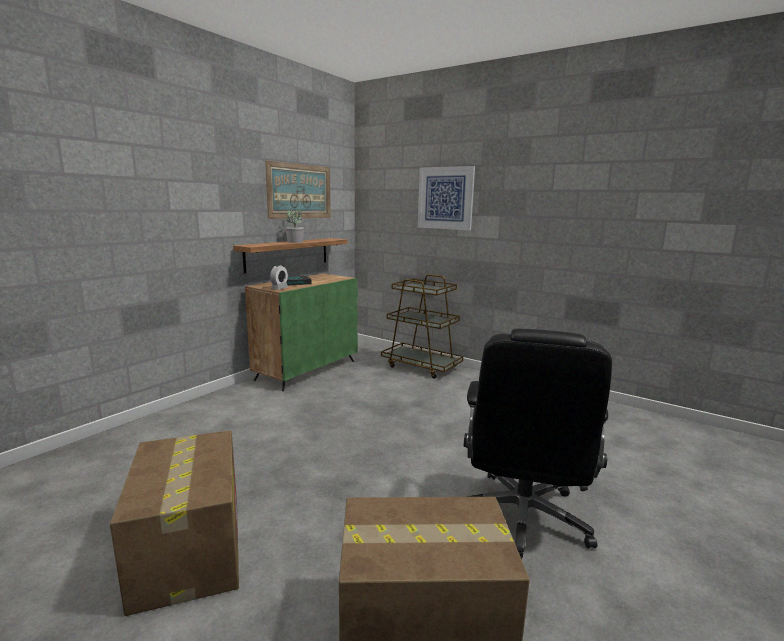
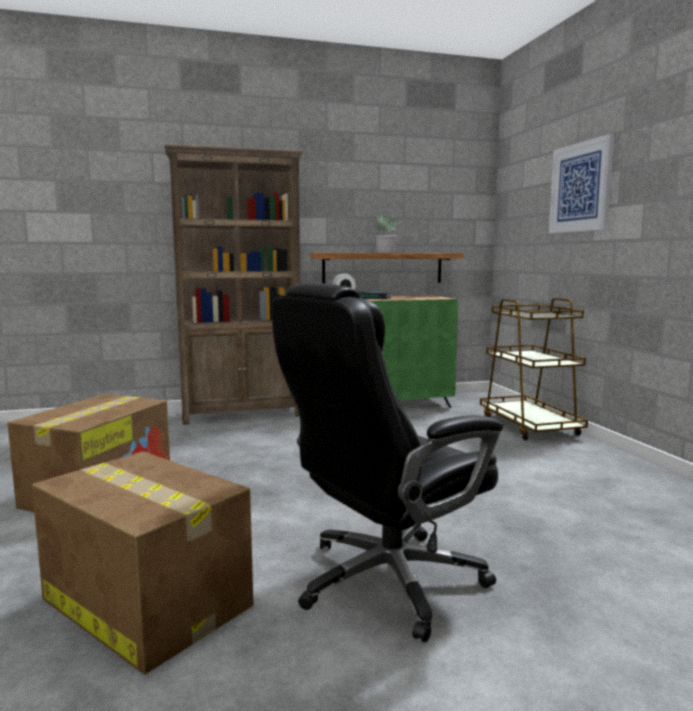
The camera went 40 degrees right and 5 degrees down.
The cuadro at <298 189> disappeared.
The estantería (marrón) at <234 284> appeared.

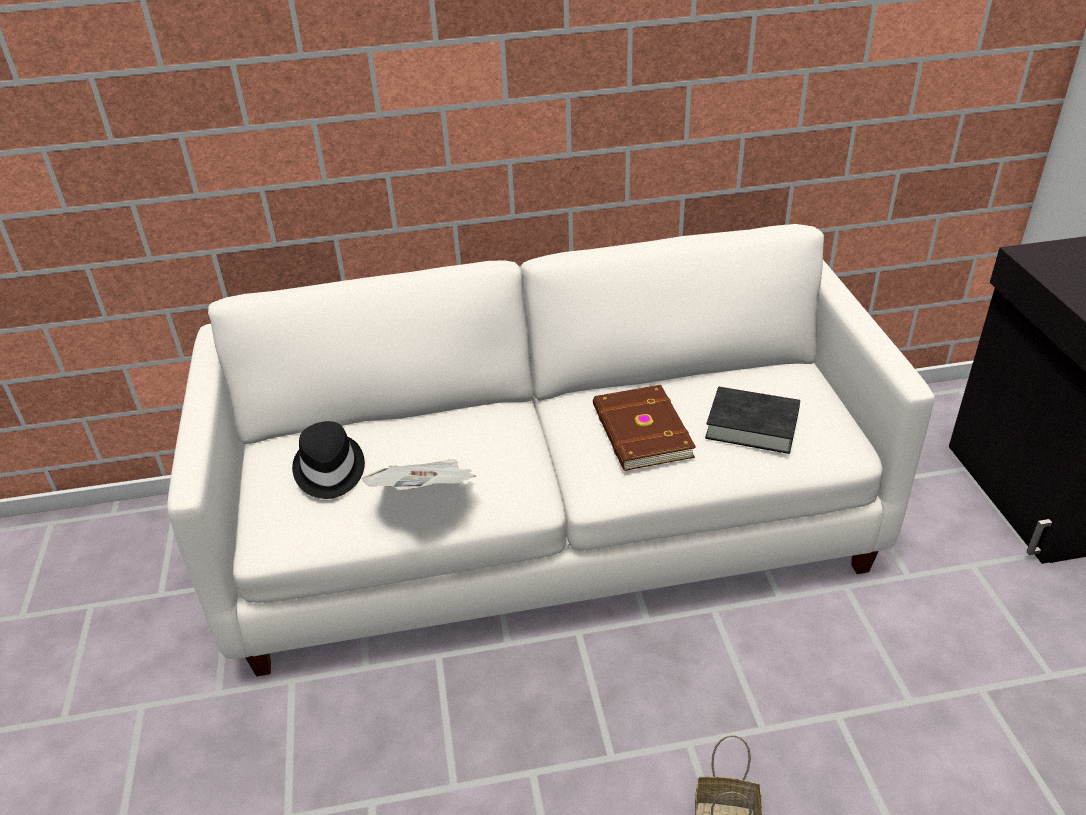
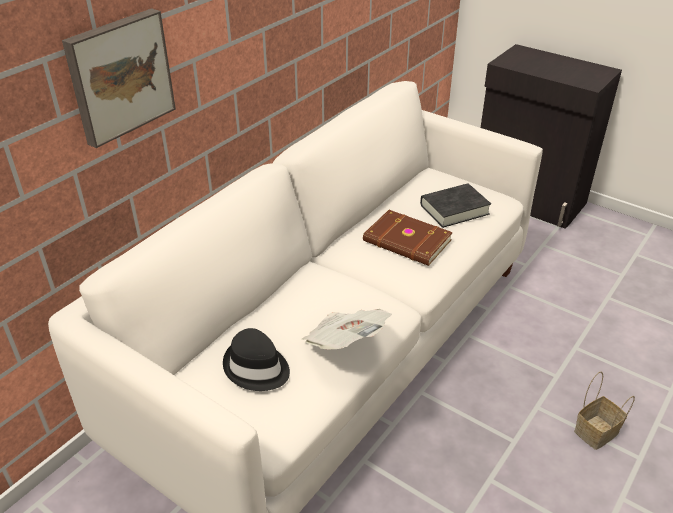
The camera went 45 degrees left and 0 degrees up.
The cuadro at <119 78> appeared.

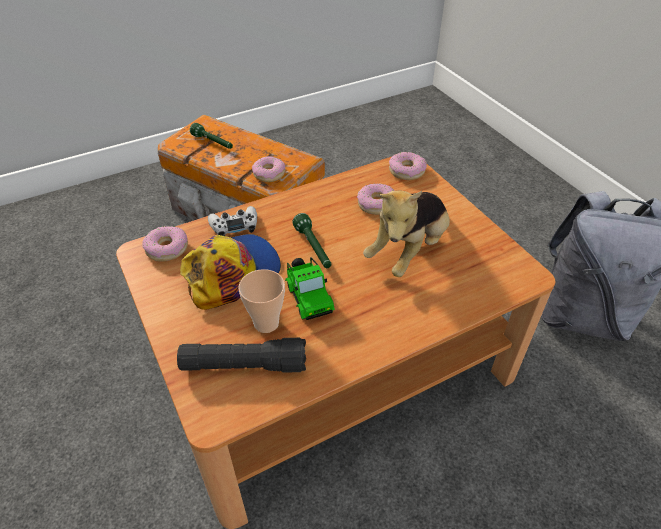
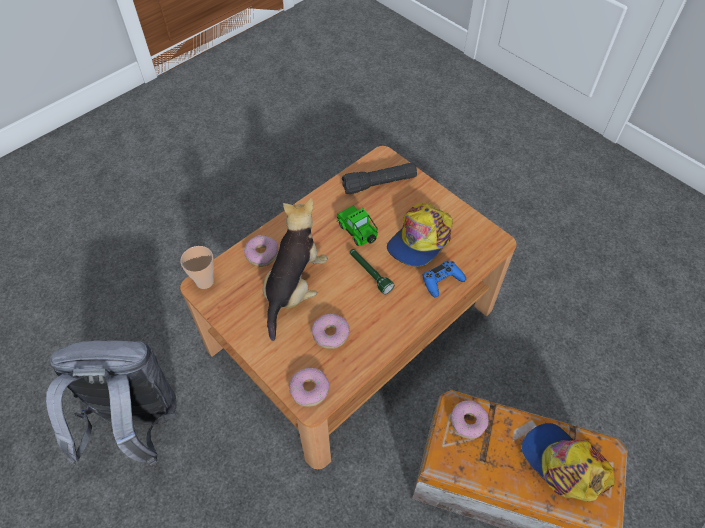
The camera went 165 degrees right and 10 degrees up.
The rosquilla moved from <165 244> to <261 251>.
The linterna (verde) at <211 136> was replaced by the gorra at <568 462>.
The mando de consola (blanco) at <232 221> became the mando de consola (azul) at <444 279>.
The taza moved from <261 301> to <197 267>.

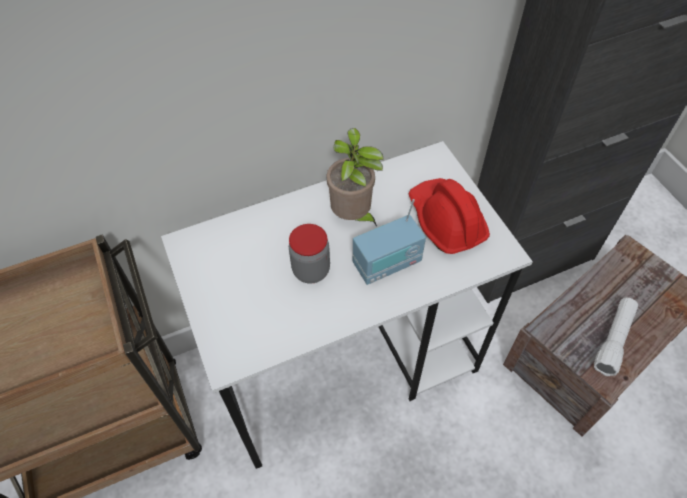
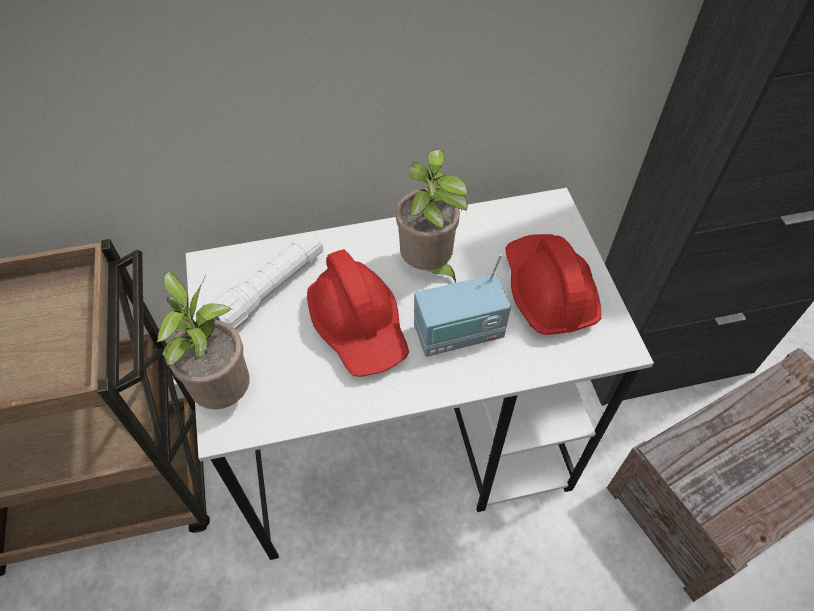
The camera went 10 degrees right and 0 degrees up.
The tarro at <309 254> was replaced by the casco (rojo) at <358 313>.
The linterna (blanco) moved from <616 337> to <266 281>.
The planta en maceta at <203 340> appeared.

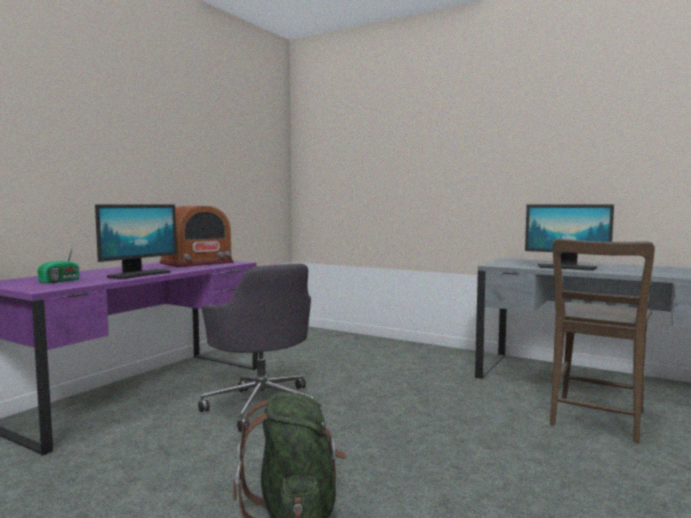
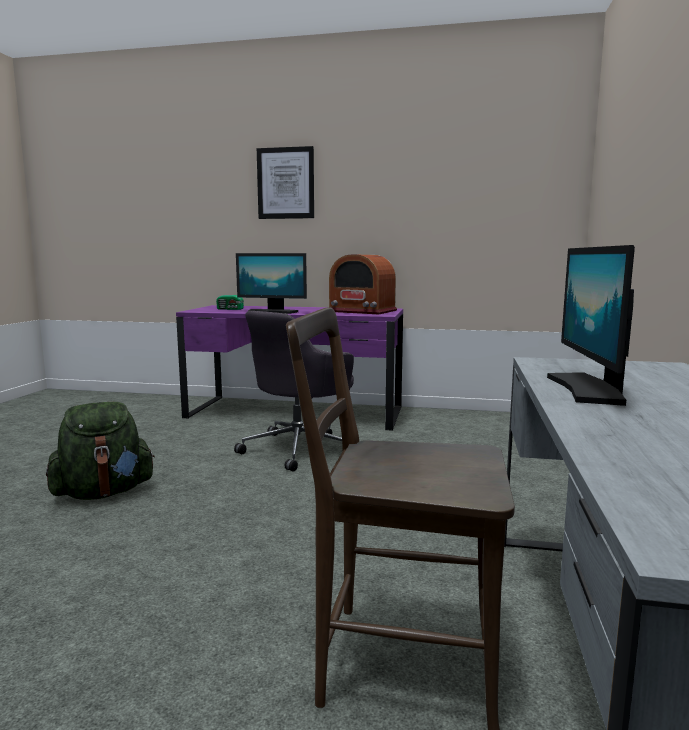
The camera went 70 degrees right and 5 degrees up.
The cuadro at <285 182> appeared.

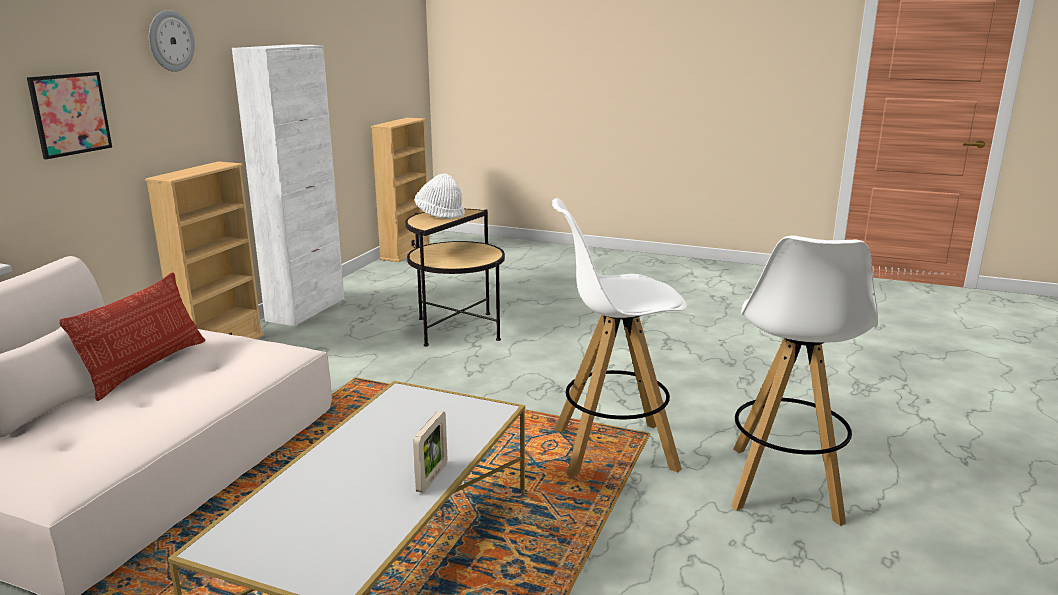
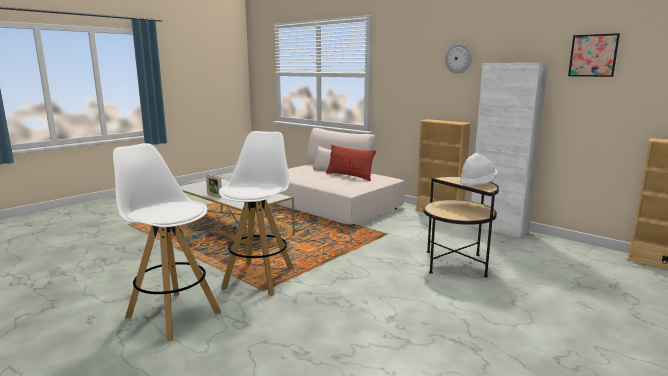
The camera went 110 degrees right and 5 degrees down.
The cuadro moved from <69 115> to <594 55>.

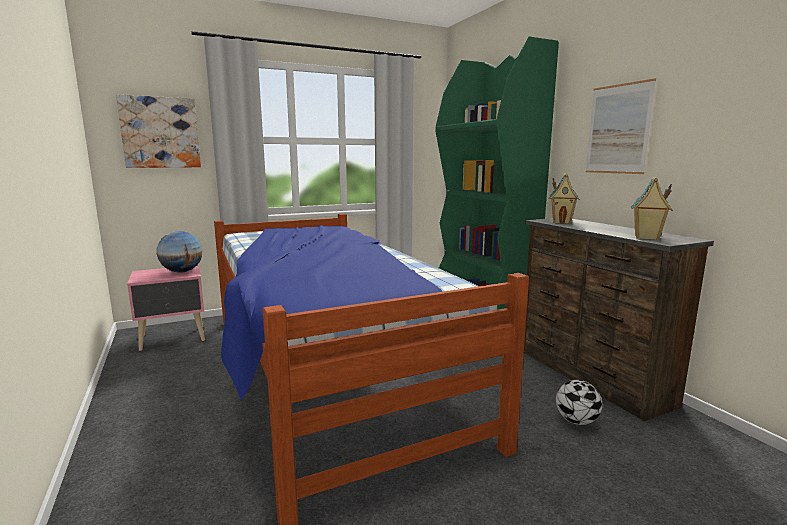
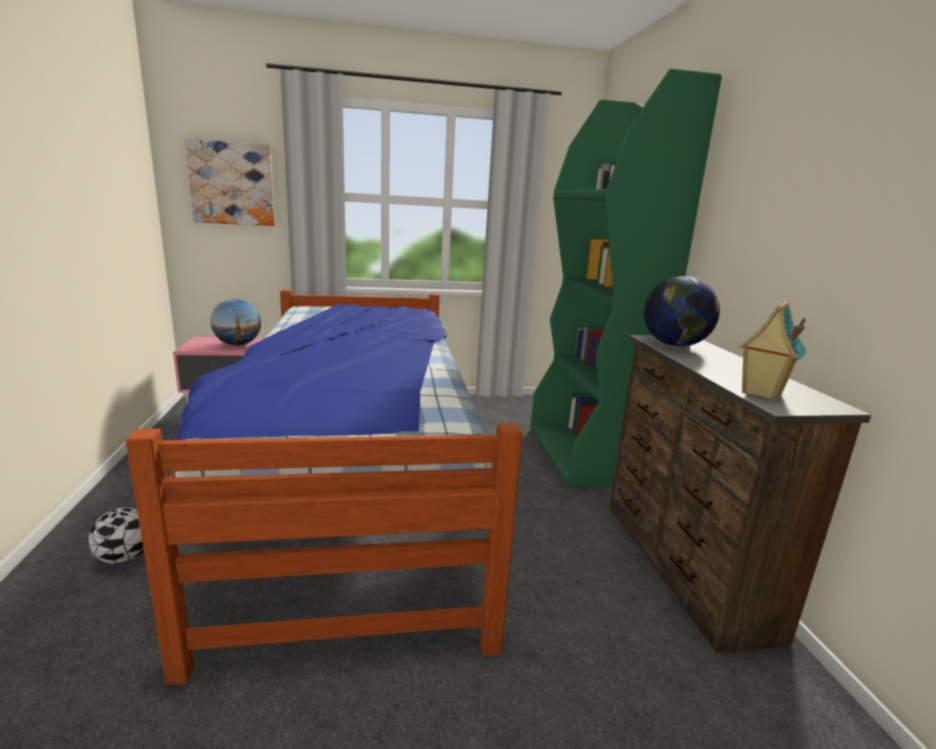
The camera went 15 degrees right and 5 degrees up.
The casita at <564 198> was replaced by the globo terráqueo at <682 311>.
The balón de fútbol moved from <579 402> to <116 535>.
The cuadro at <620 126> disappeared.

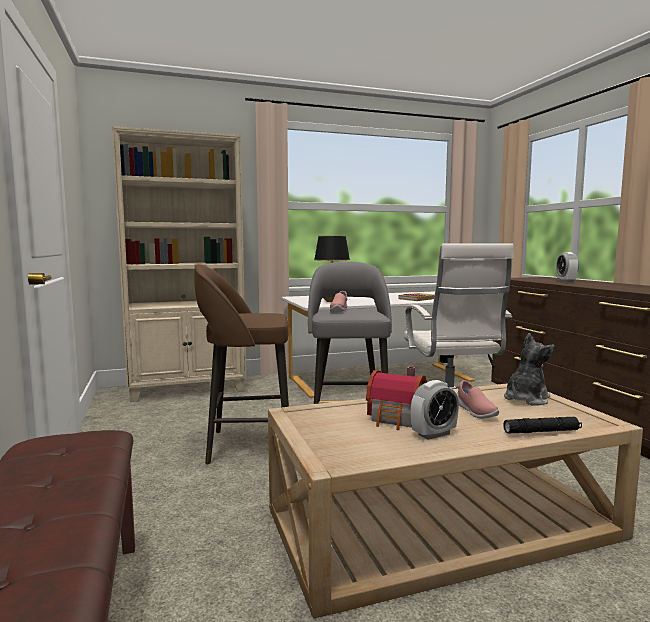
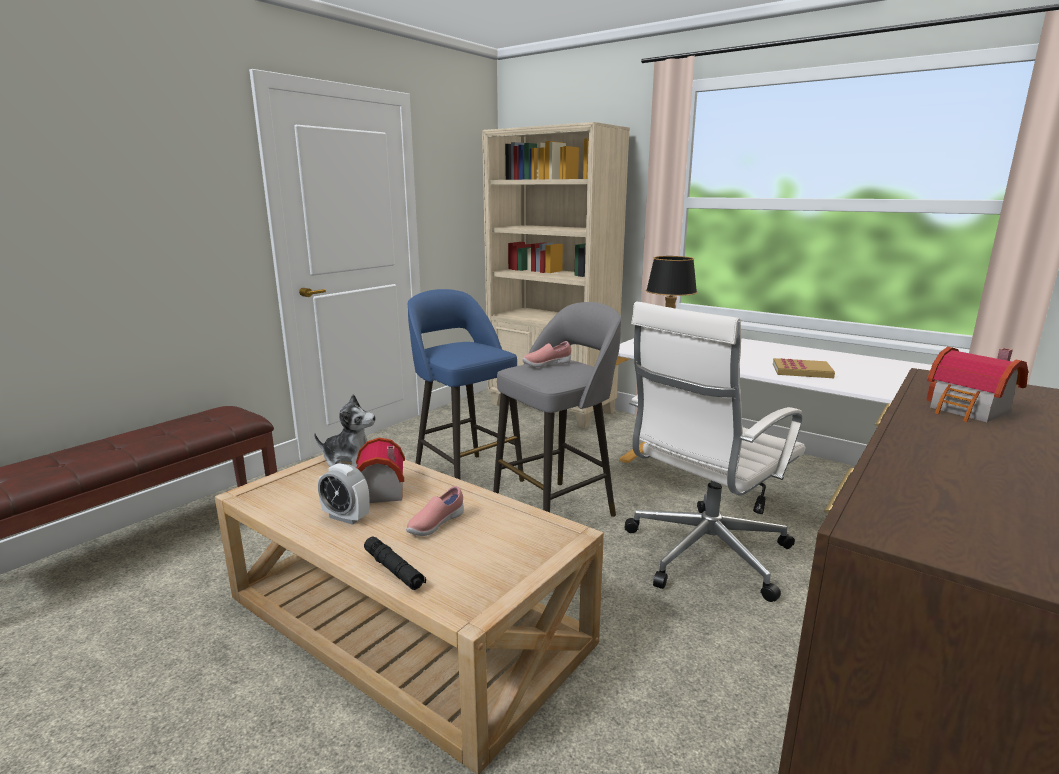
The camera went 55 degrees right and 10 degrees up.
The taburete (marrón) at <241 364> became the taburete (azul) at <466 385>.
The peluche moved from <529 369> to <345 431>.
The despertador at <567 267> was replaced by the casita at <977 384>.

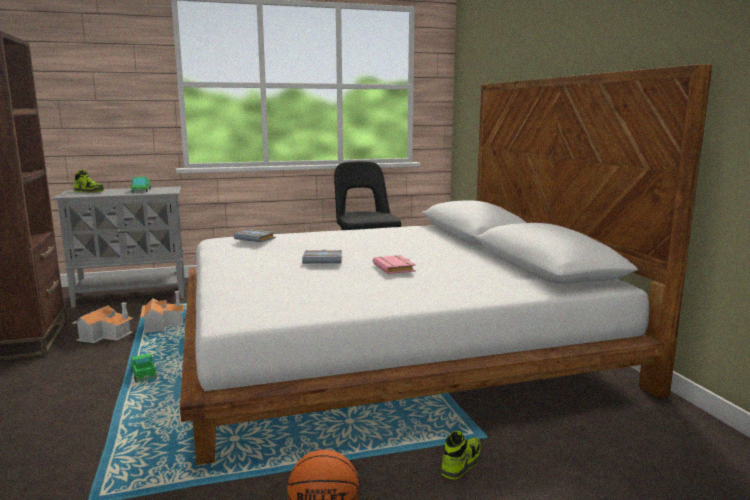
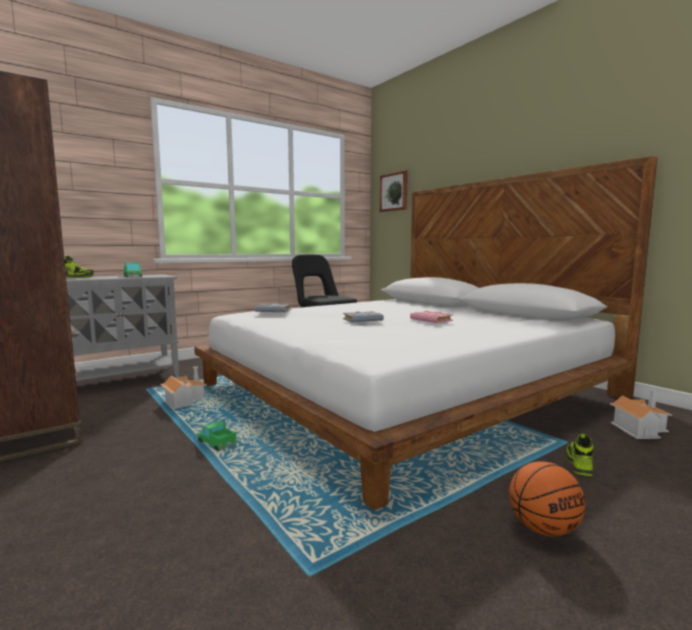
The camera went 20 degrees left and 5 degrees down.
The casita moved from <103 322> to <641 414>.
The cuadro at <394 191> appeared.

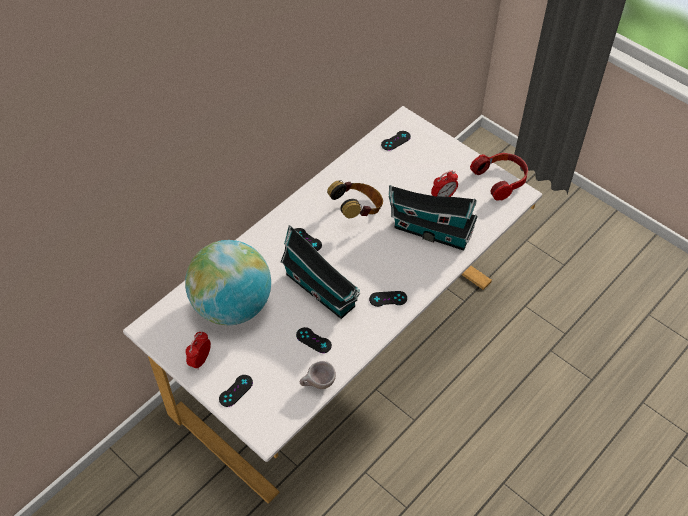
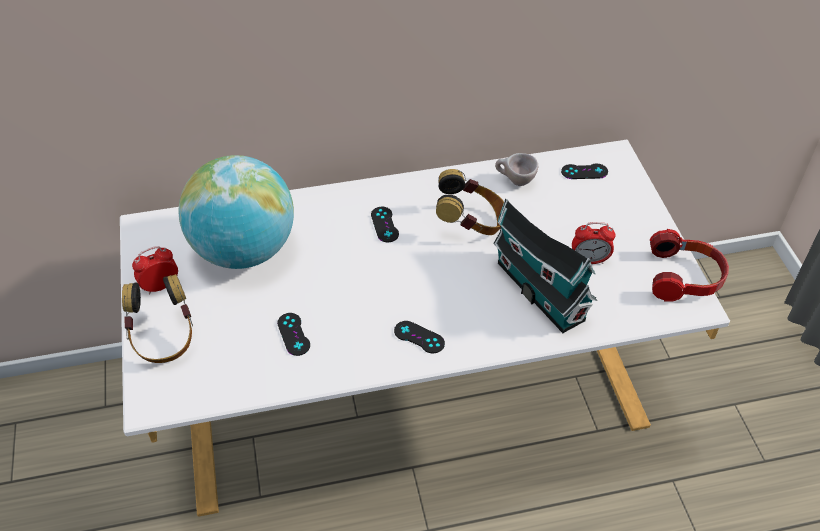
The camera went 35 degrees right and 5 degrees down.
The mando de consola (negro) at <236 391> was replaced by the auriculares at <157 318>.
The casita at <320 272> disappeared.
The taza (beis) moved from <318 375> to <516 169>.

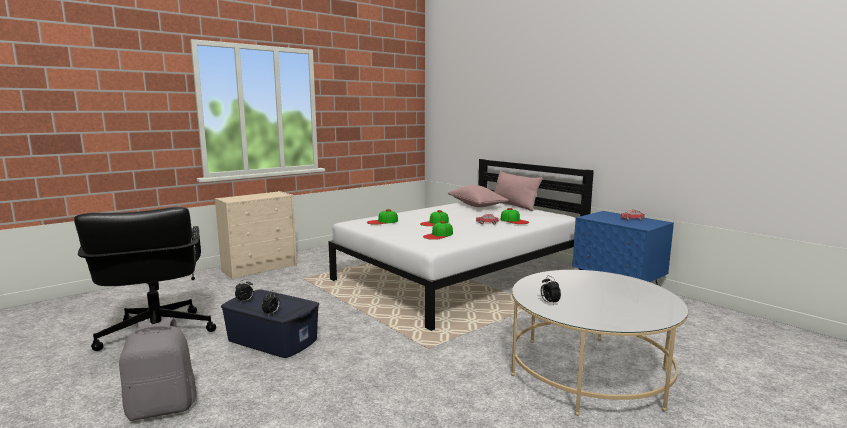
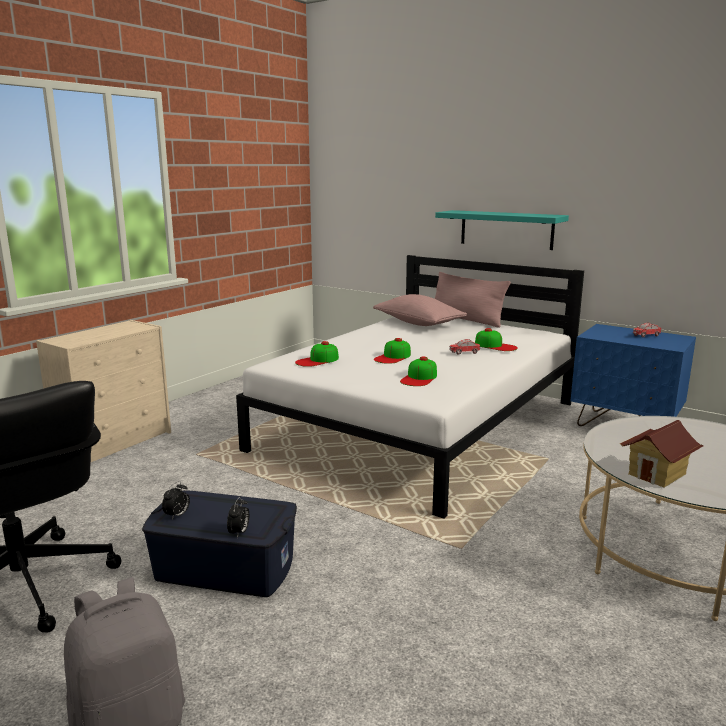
The camera went 15 degrees left and 5 degrees up.
The despertador at <551 291> was replaced by the casita at <662 454>.
The estante (turquesa) at <502 230> appeared.

